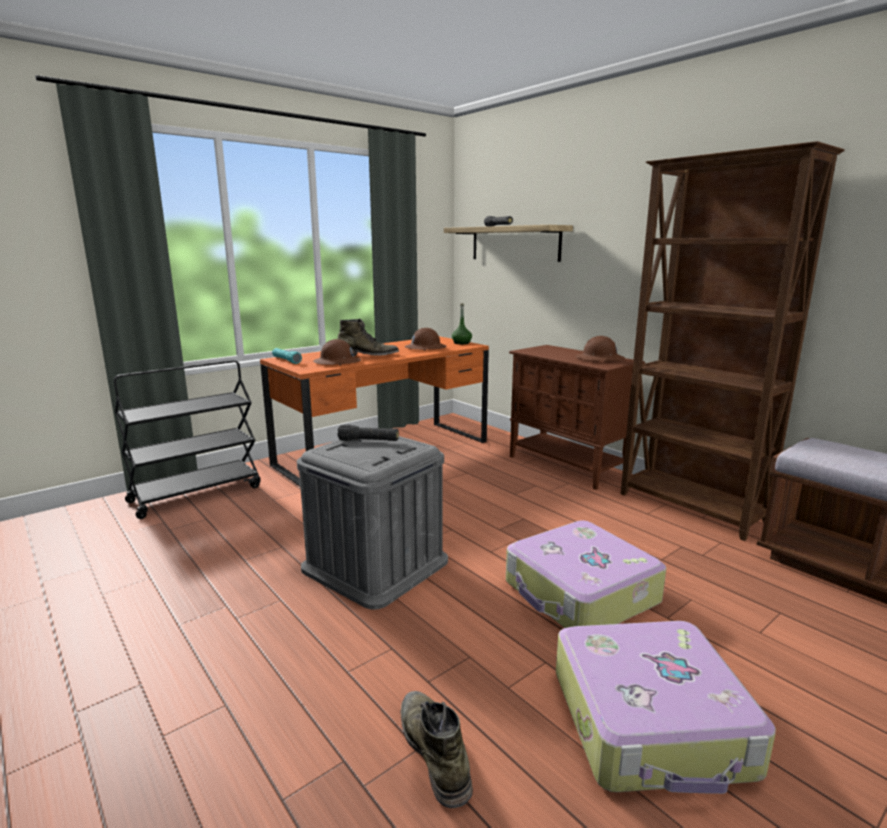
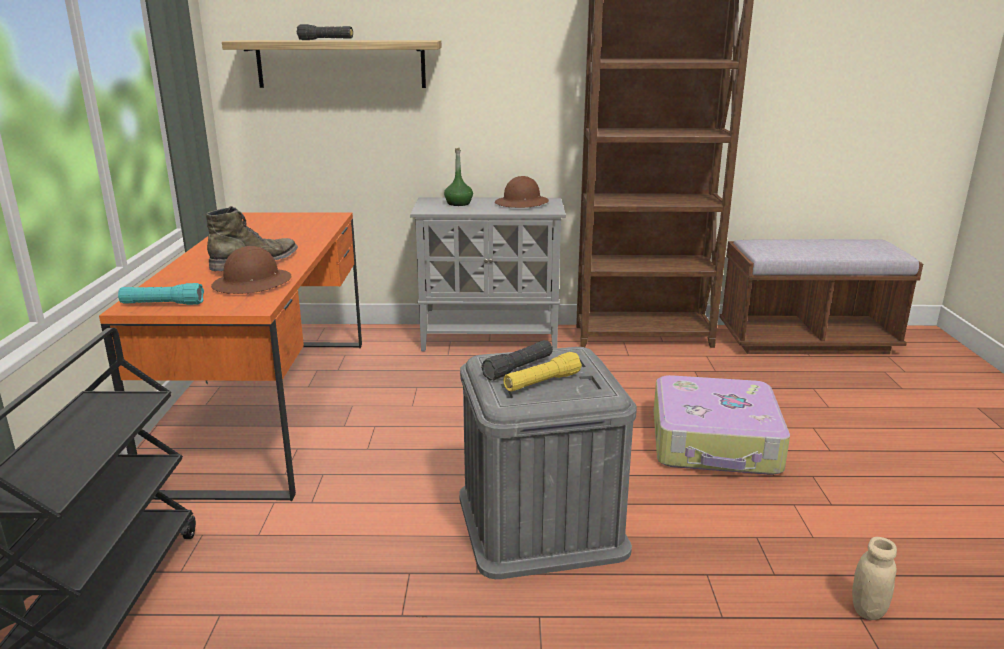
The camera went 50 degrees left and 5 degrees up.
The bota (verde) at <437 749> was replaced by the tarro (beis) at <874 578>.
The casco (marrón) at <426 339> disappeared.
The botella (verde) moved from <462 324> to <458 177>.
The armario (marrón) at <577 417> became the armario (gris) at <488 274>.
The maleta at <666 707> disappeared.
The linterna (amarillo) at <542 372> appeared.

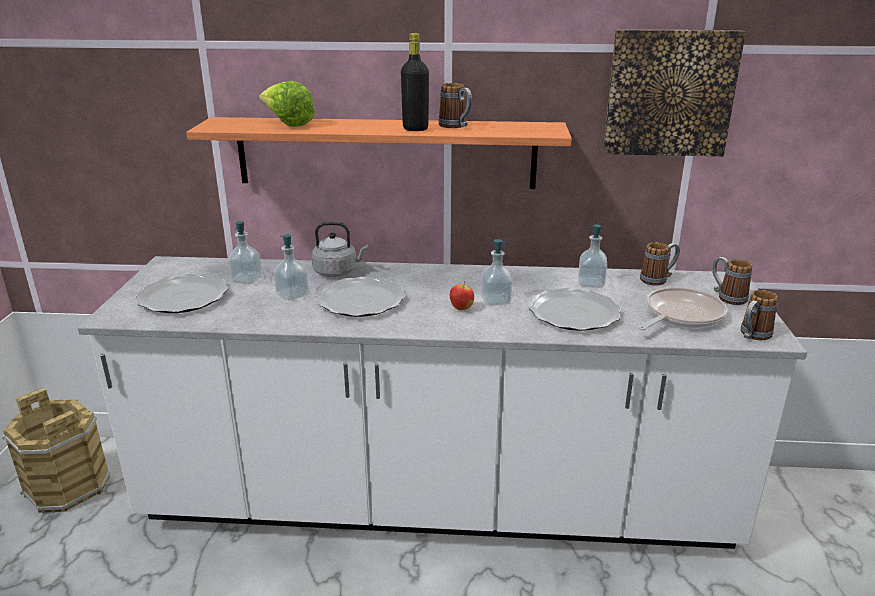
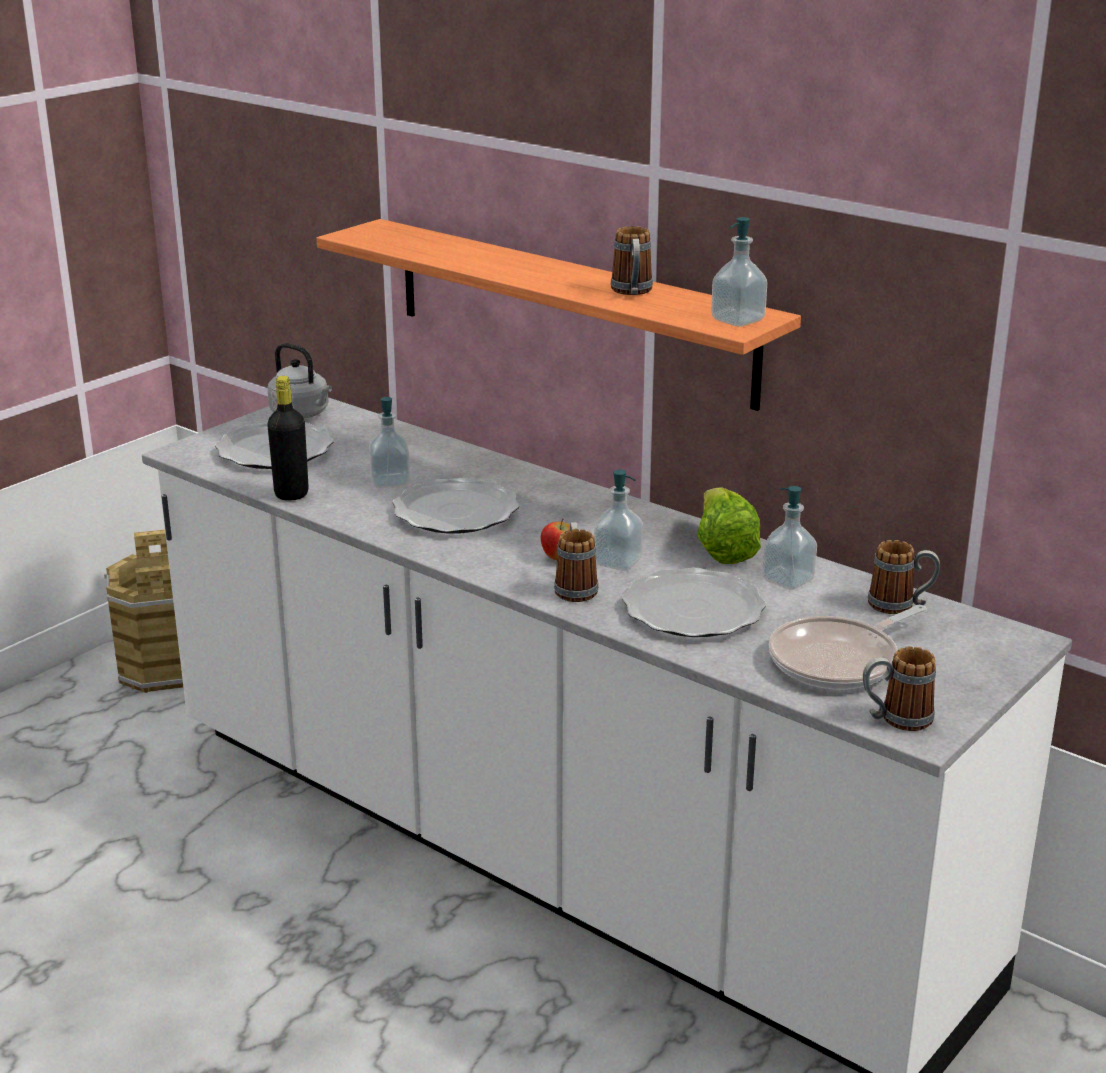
The camera went 35 degrees right and 0 degrees up.
The dispensador de jabón moved from <245 252> to <739 271>.
The lechuga moved from <287 104> to <729 526>.
The hervidor (gris) moved from <340 249> to <299 381>.
The botella (negro) moved from <415 82> to <288 438>.
The cuadro at <674 92> disappeared.
The sartén at <682 308> turned 150 degrees clockwise.
The taza grande moved from <732 281> to <576 562>.

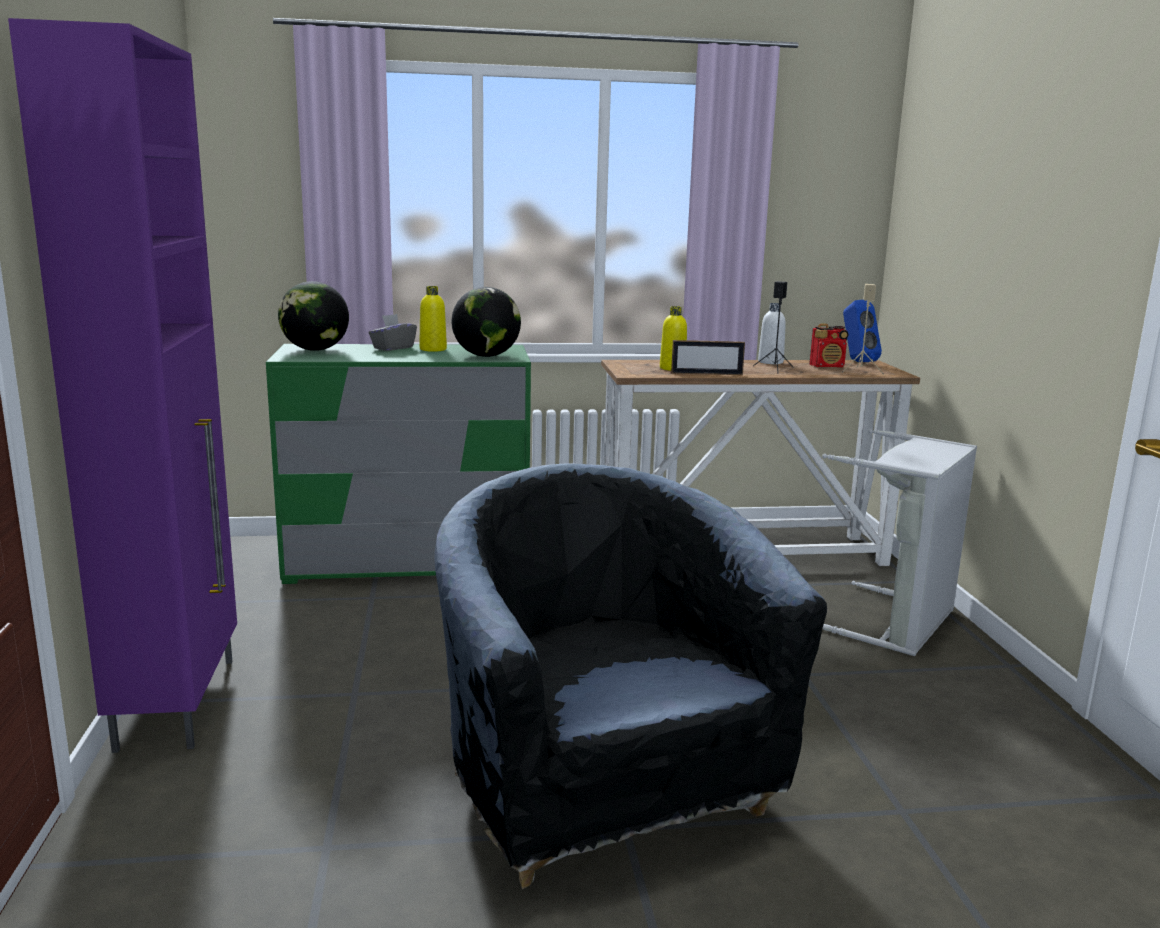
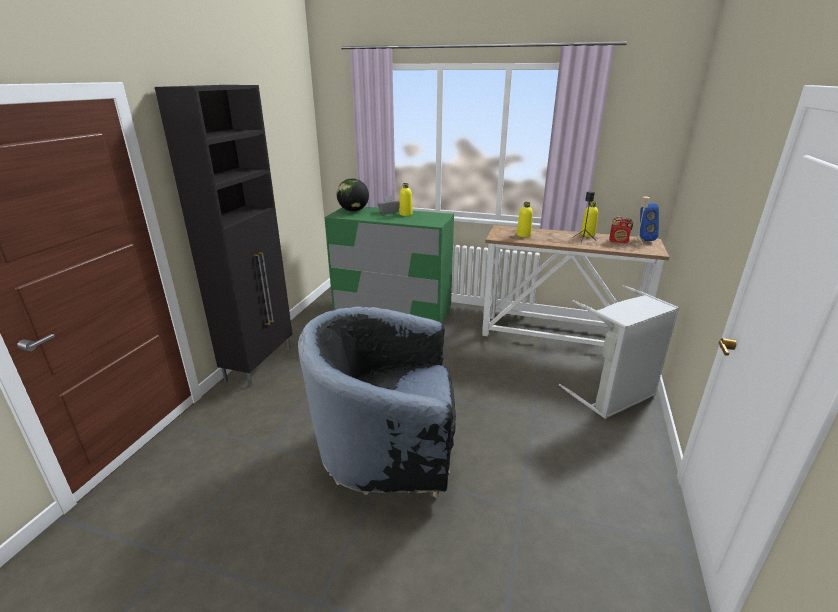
The camera went 25 degrees right and 10 degrees up.
The armario (morado) at <122 385> became the armario (negro) at <223 236>.
The sillón (negro) at <630 676> turned 90 degrees counterclockwise.
The globo terráqueo at <486 322> disappeared.
The portarretratos at <708 357> disappeared.
The botella (blanco) at <772 333> became the botella (amarillo) at <589 219>.

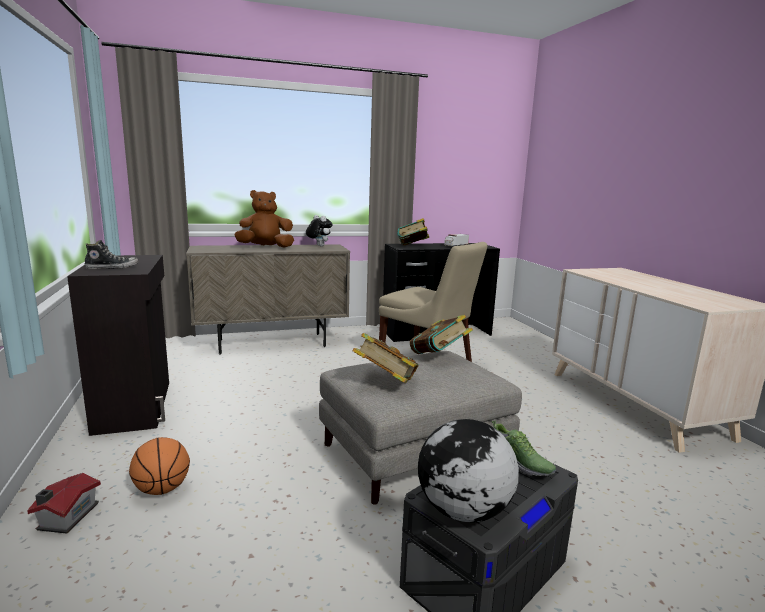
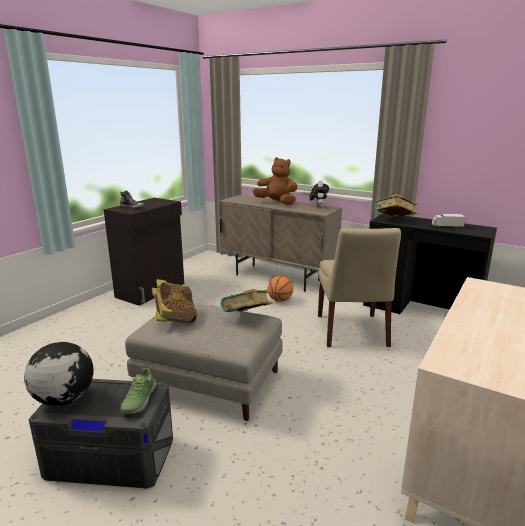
The camera went 50 degrees right and 5 degrees up.
The casita at <64 503> disappeared.
The balón de baloncesto moved from <159 466> to <280 289>.

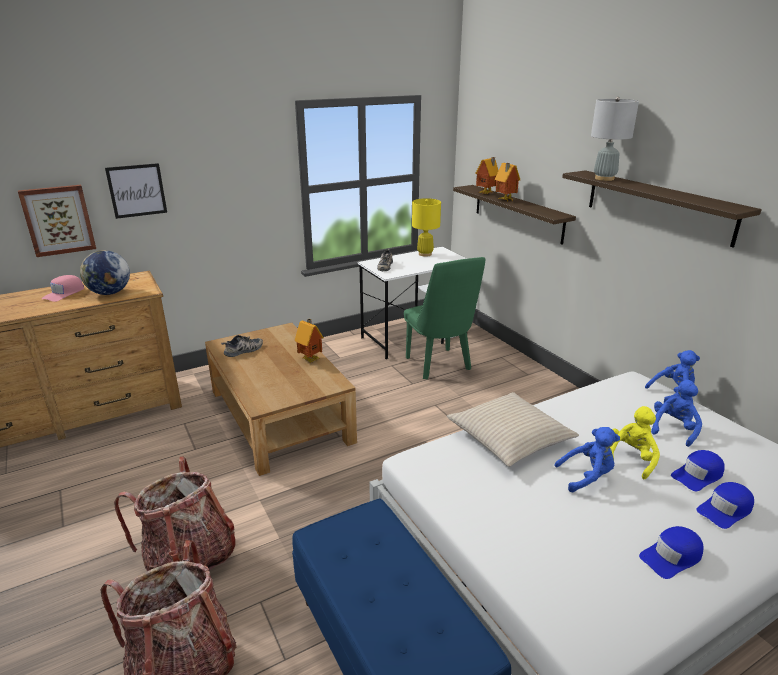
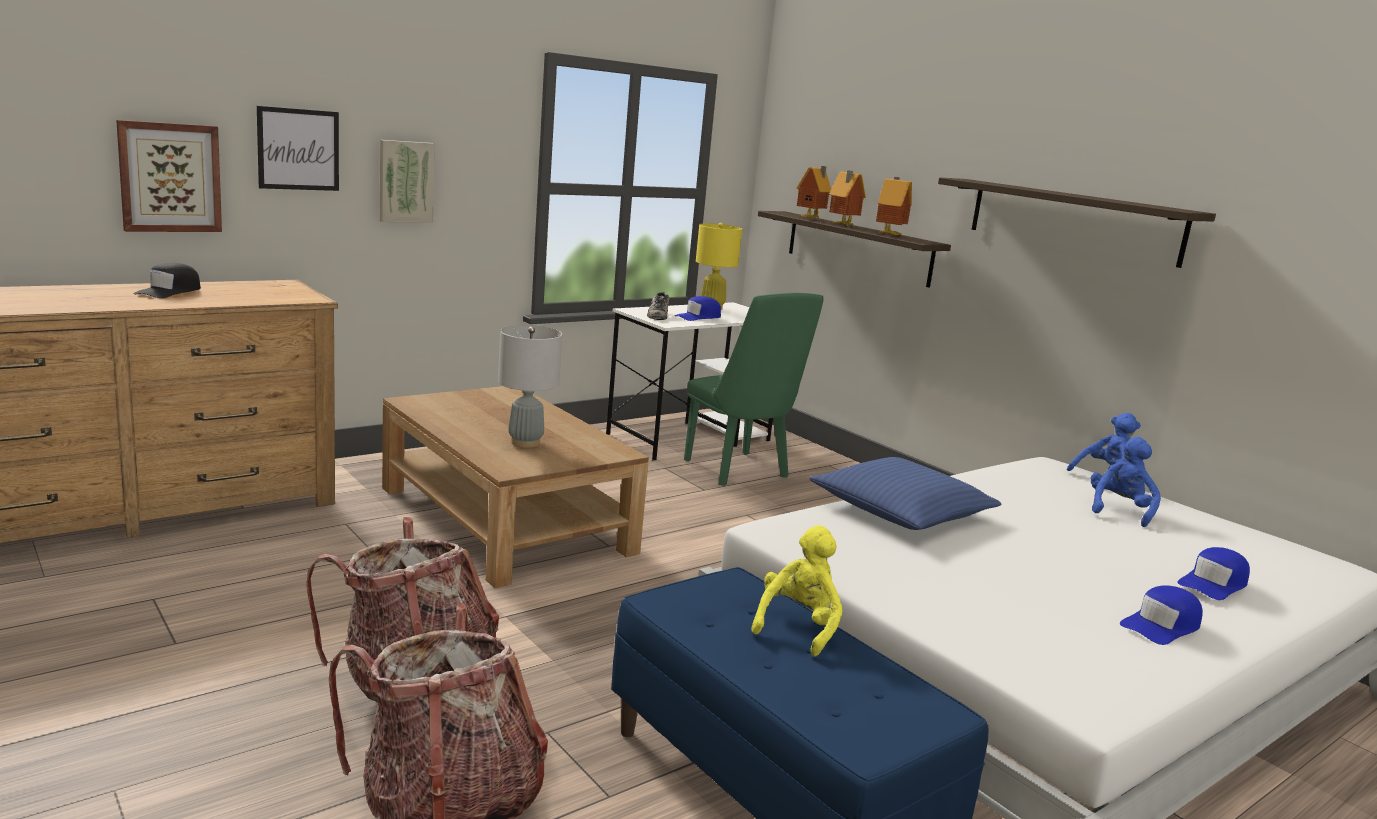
The camera went 10 degrees left and 10 degrees down.
The gorra (rosa) at <63 288> became the gorra (negro) at <167 280>.
The globo terráqueo at <105 272> disappeared.
The zapato at <242 346> disappeared.
The casita moved from <308 341> to <894 206>.
The cojín (beis) at <513 429> became the cojín (azul) at <905 493>.
The peluche (azul) at <587 459> disappeared.
The lámpara de mesa (gris) moved from <615 139> to <530 386>.
The peluche (amarillo) moved from <635 442> to <797 590>.
The gorra (azul) moved from <698 470> to <697 308>.
The cuadro at <407 181> appeared.

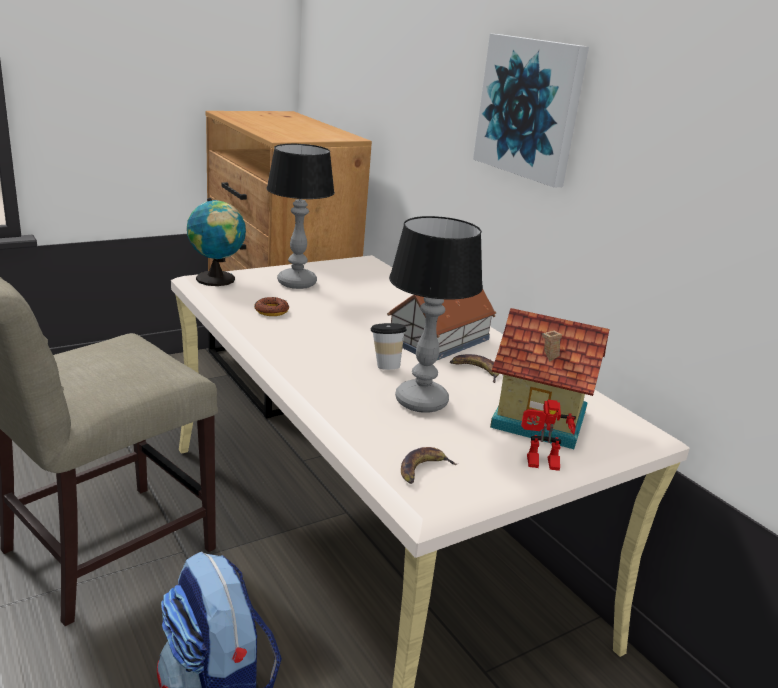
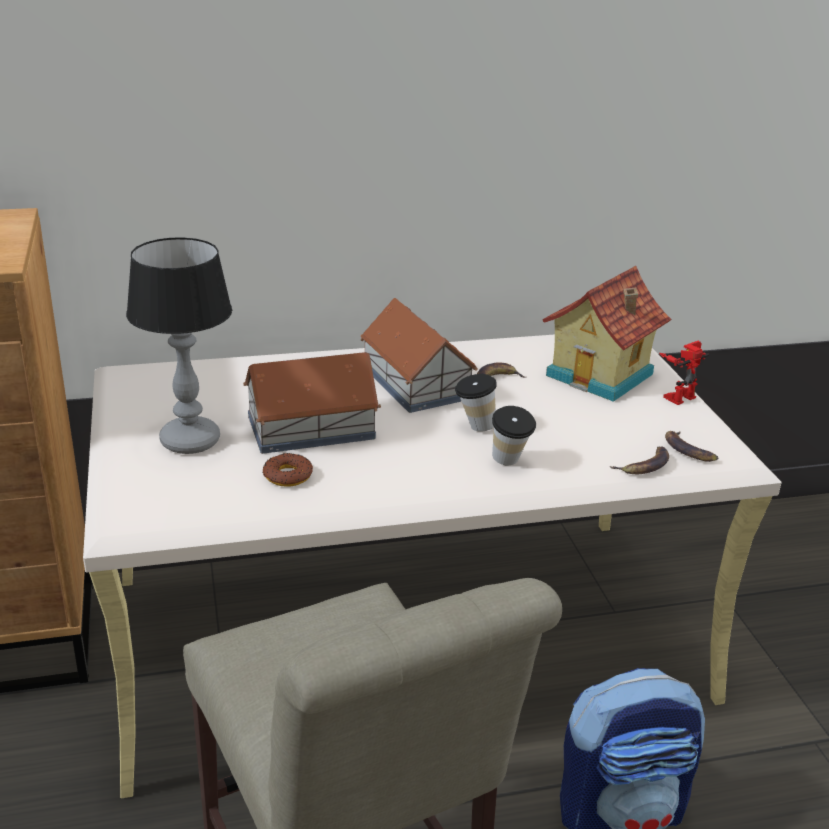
The camera went 70 degrees left and 5 degrees up.
The globo terráqueo at <216 242> disappeared.
The lámpara de mesa at <436 314> disappeared.
The cuadro at <531 111> disappeared.
The robot de juguete at <548 435> turned 150 degrees counterclockwise.
The casita at <312 403> appeared.
The taza at <514 435> appeared.
The plátano at <639 460> appeared.

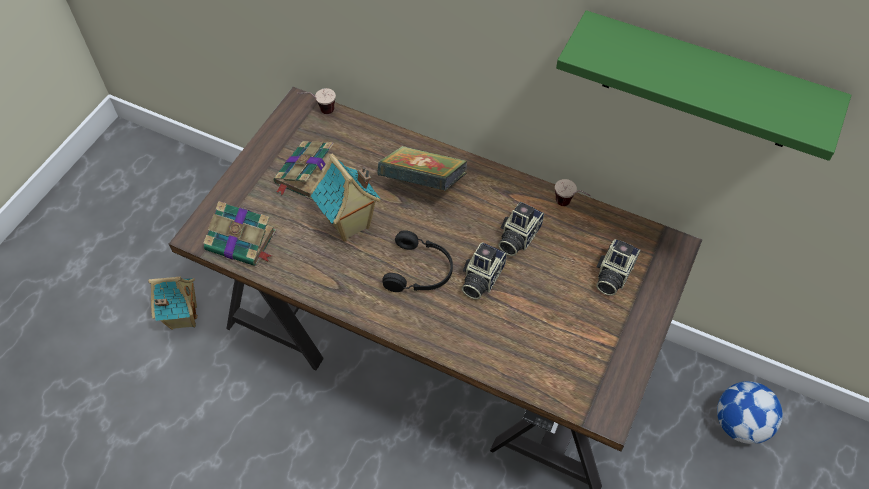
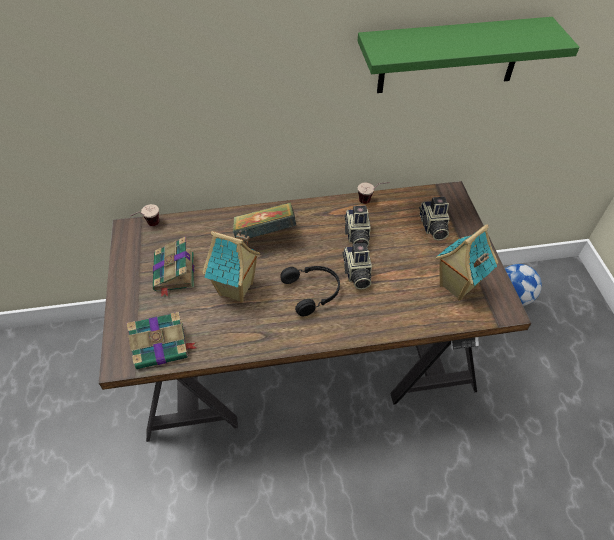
The camera went 35 degrees left and 5 degrees down.
The casita moved from <172 303> to <467 263>.

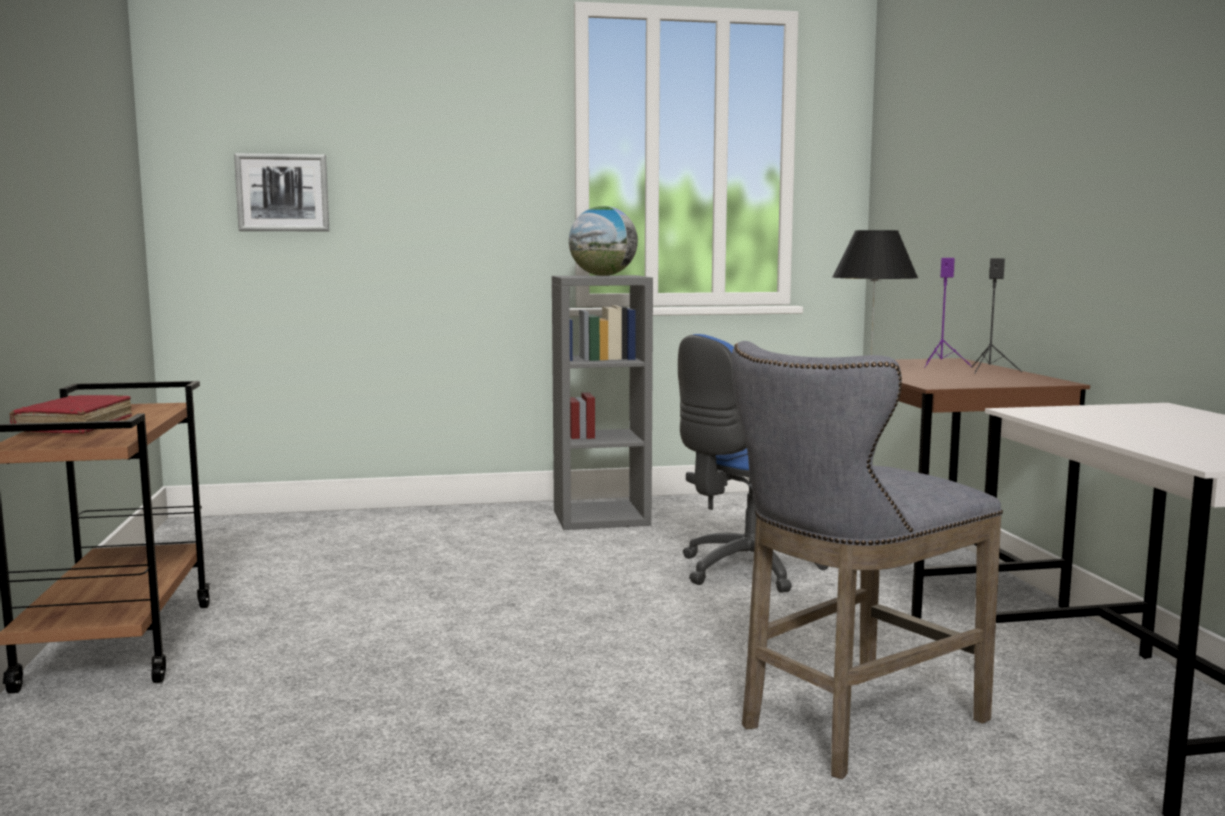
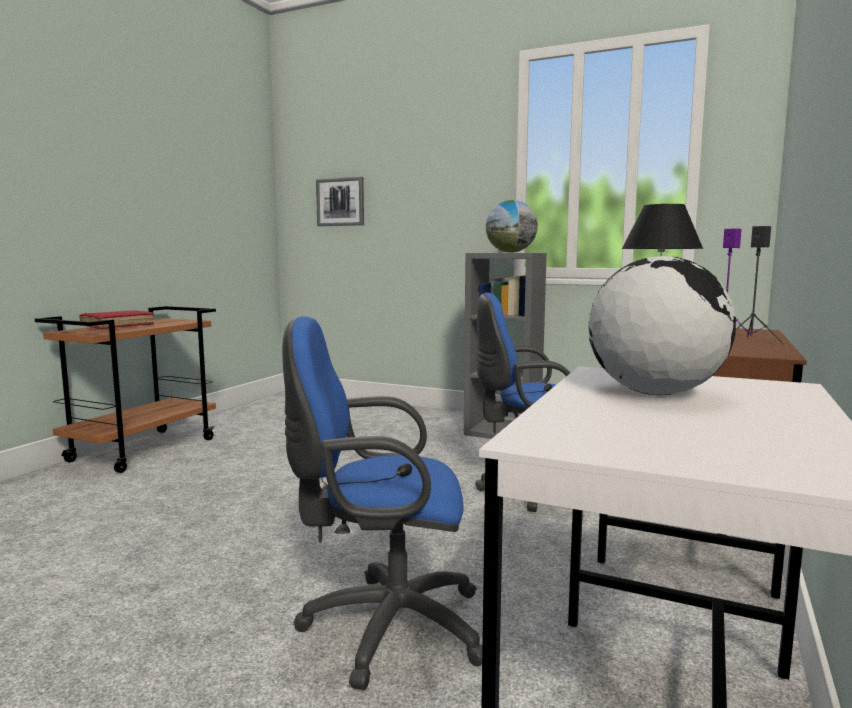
The camera went 35 degrees right and 0 degrees up.
The taburete (gris) at <867 560> was replaced by the silla de oficina (azul) at <382 503>.
The globo terráqueo at <662 325> appeared.

